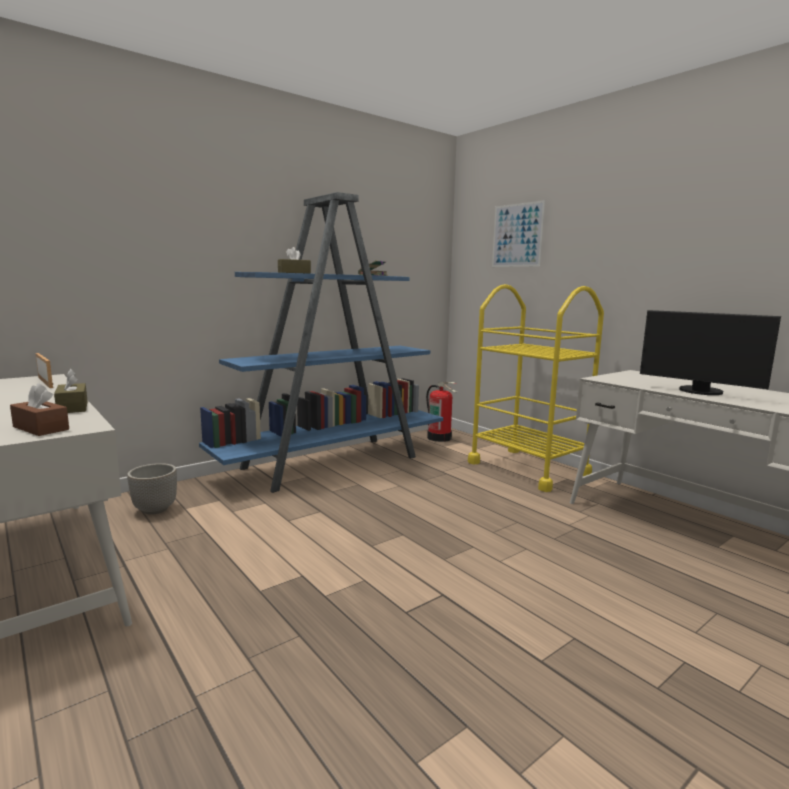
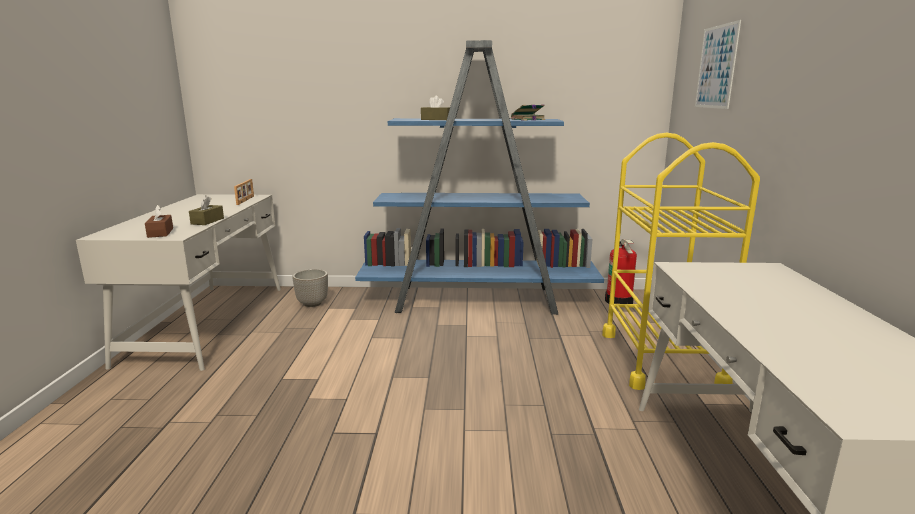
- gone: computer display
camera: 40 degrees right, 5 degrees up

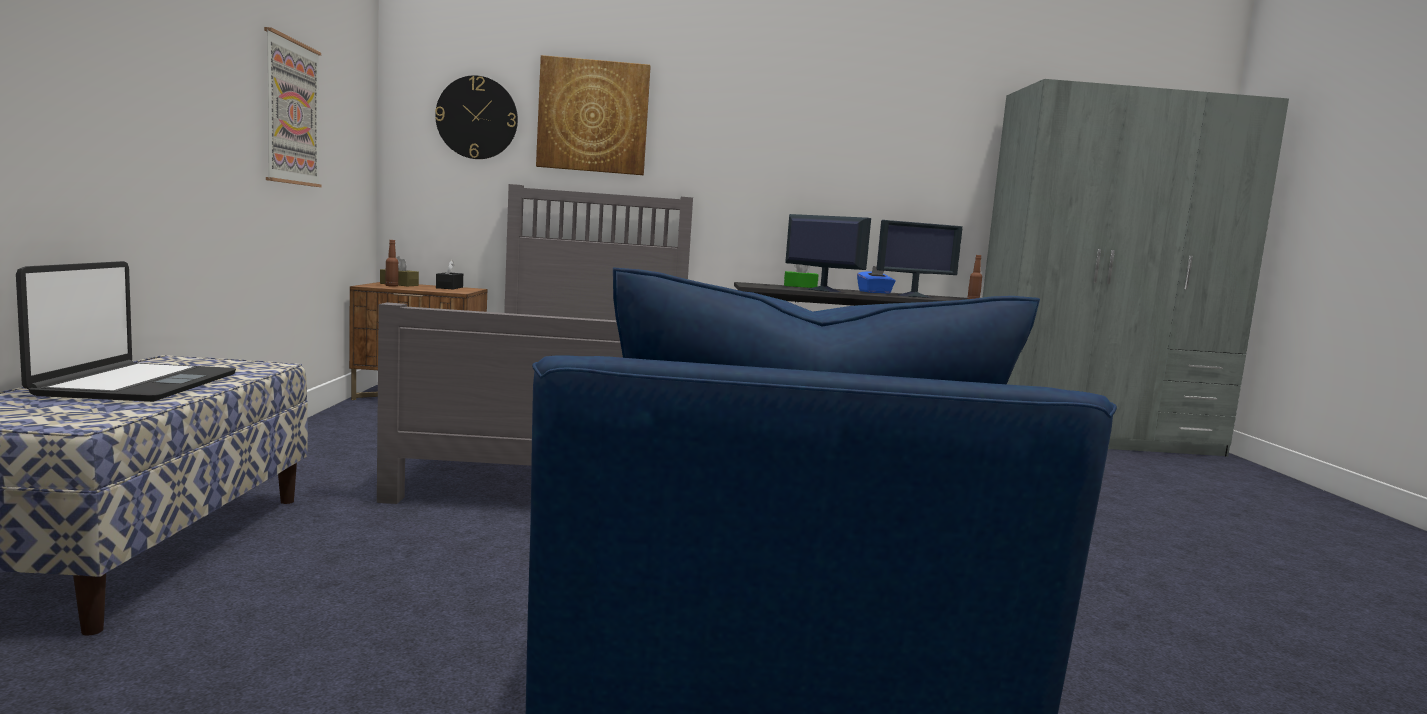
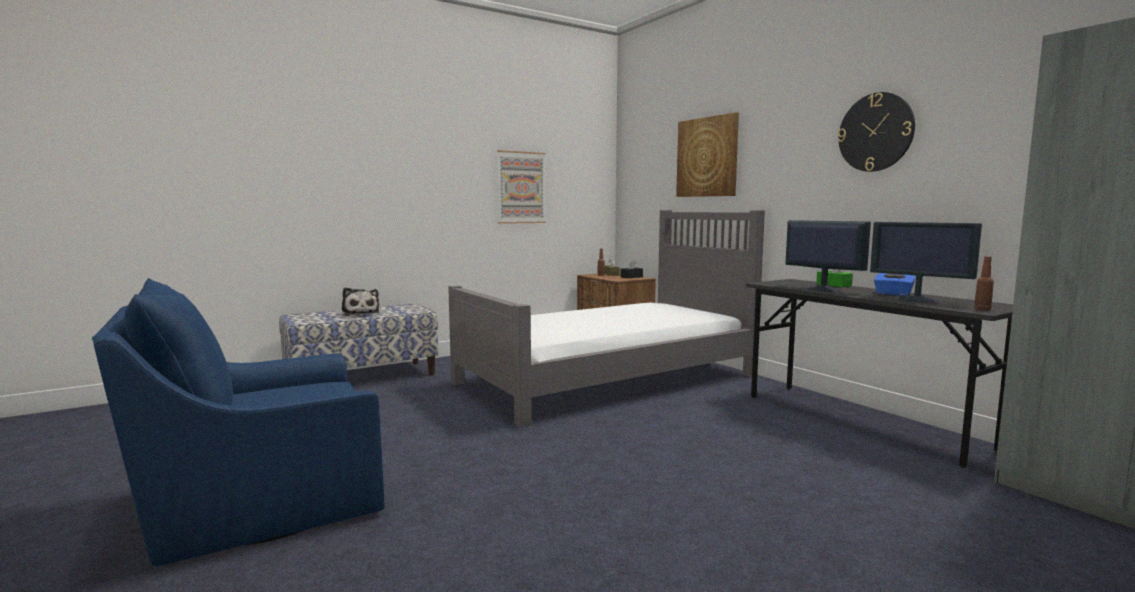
- shifted: hanging clock
- rotated: computer display (no. 1 from left) 45 degrees counterclockwise
- swapped: portable computer to soft toy
camera: 60 degrees right, 0 degrees up

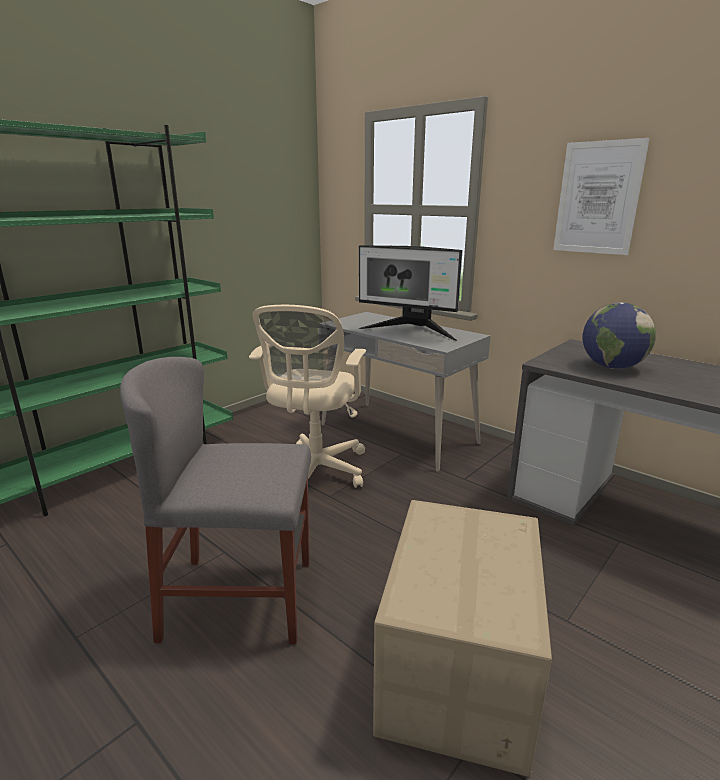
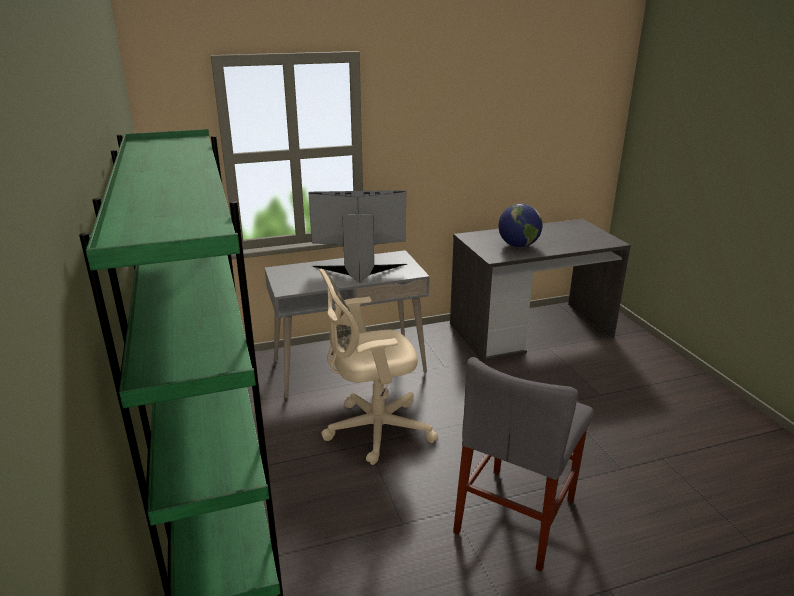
- gone: picture
- rotated: computer display 150 degrees counterclockwise
- rotated: beige-coloured computer chair 120 degrees clockwise
- gone: cardboard box
camera: 60 degrees left, 5 degrees up

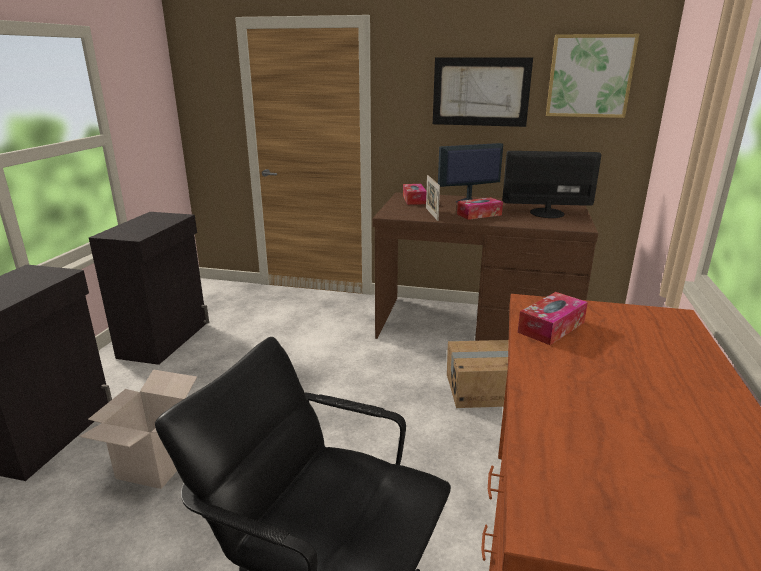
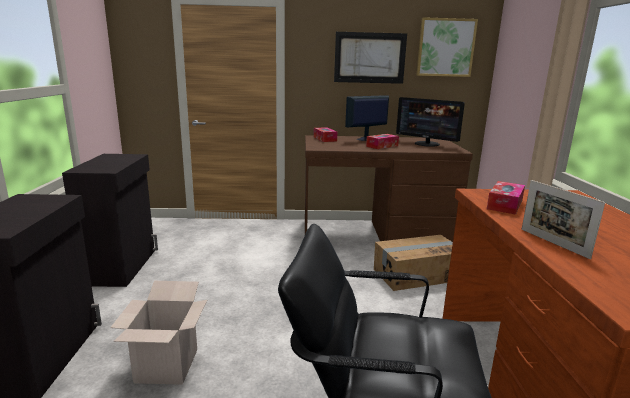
- rotated: computer display (no. 2 from left) 135 degrees counterclockwise
- shifted: standing frame
camera: 15 degrees left, 5 degrees down

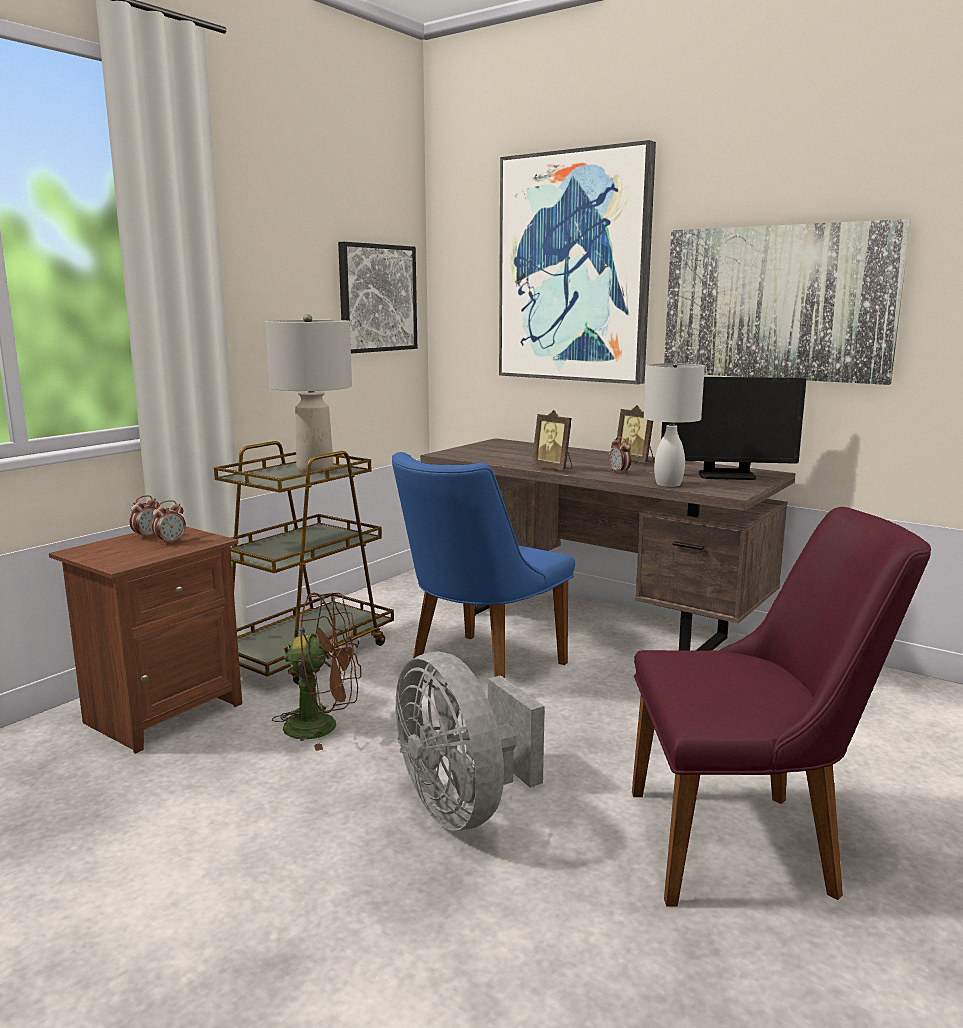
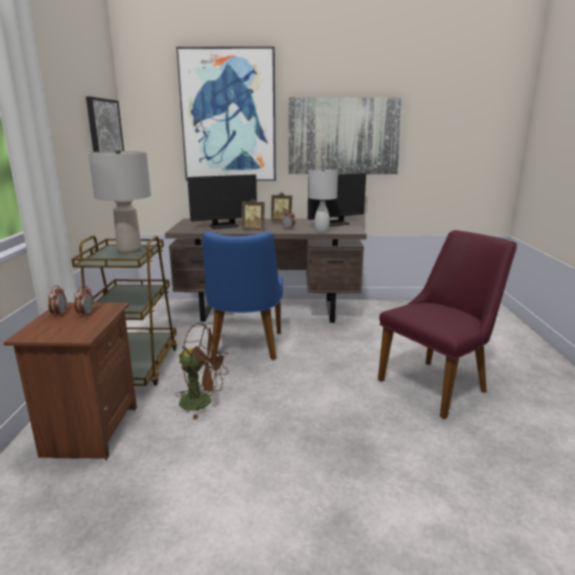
- rotated: brown cooling fan 45 degrees clockwise
- gone: greyish cooling fan
- new: computer display (no. 1 from left)
camera: 35 degrees left, 5 degrees up

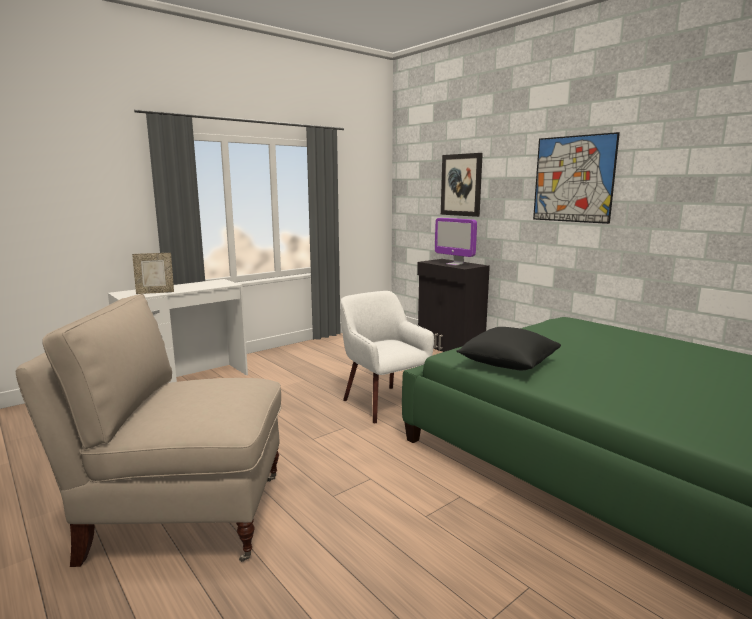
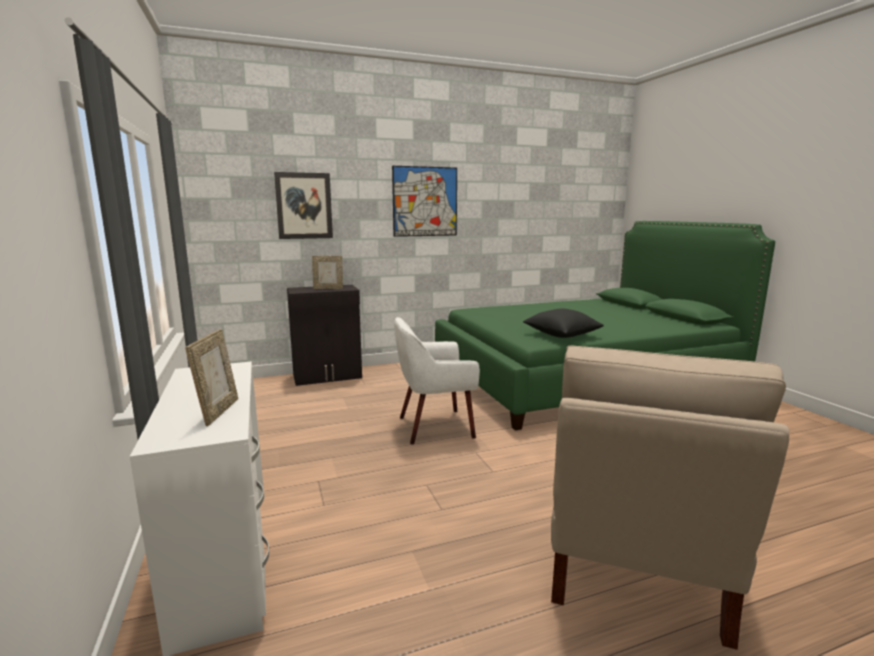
- swapped: computer display to standing frame (no. 2 from left)
camera: 70 degrees left, 0 degrees up

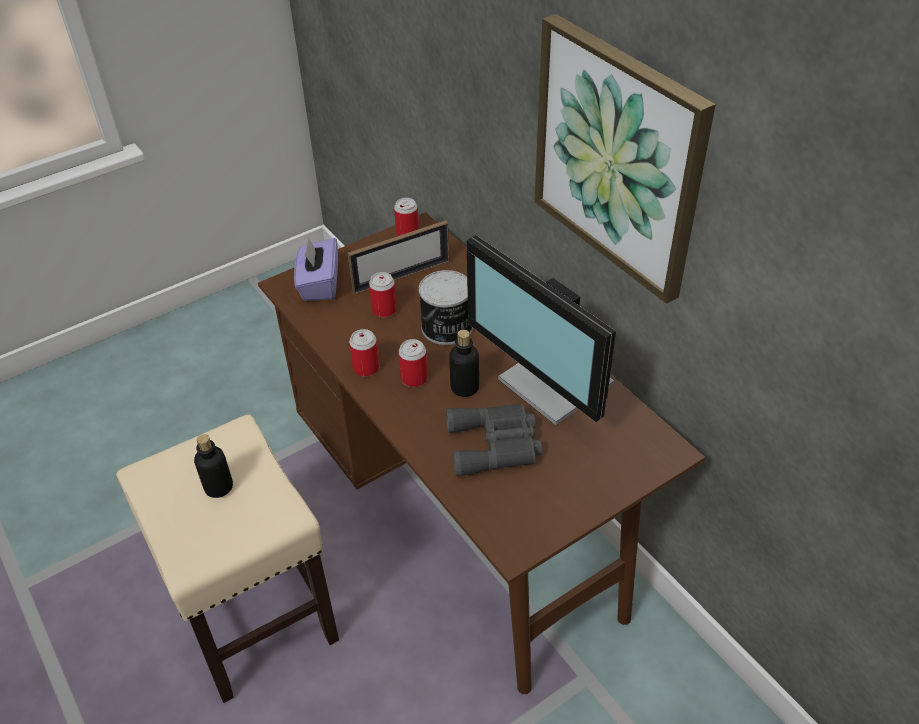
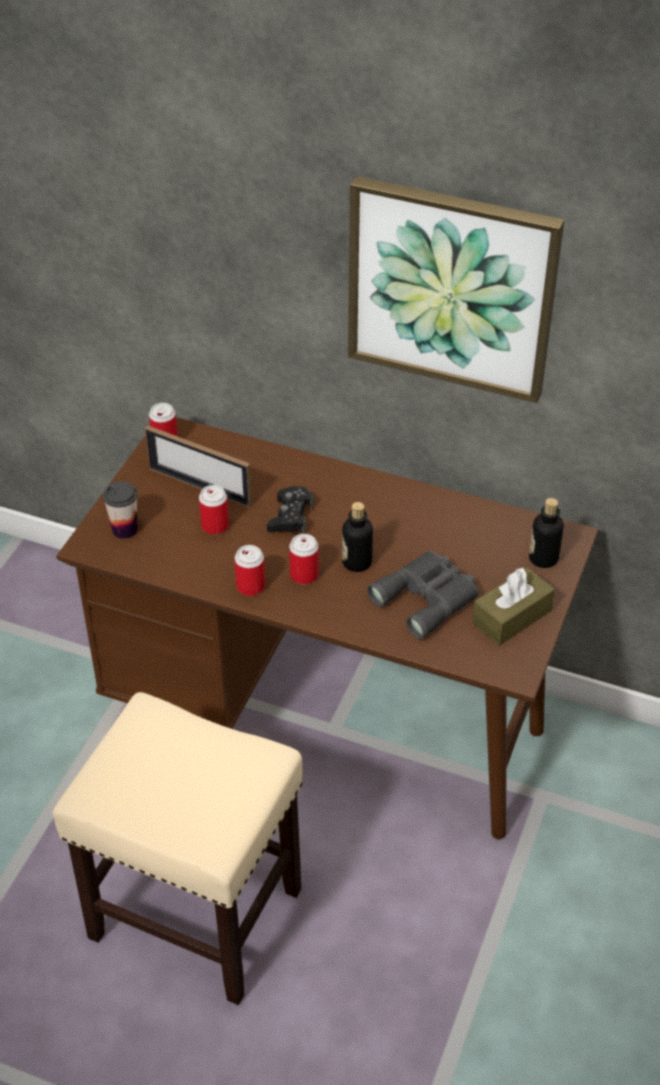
- rotated: standing frame 90 degrees clockwise
- gone: computer display
- swapped: purplish tissue box to drinking cup
- swapped: sealed can (no. 5 from left) to black-coloured joypad
- shifted: bottle (no. 1 from left in the first image) to bottle (no. 2 from left)
- new: brown tissue box
camera: 35 degrees left, 0 degrees up

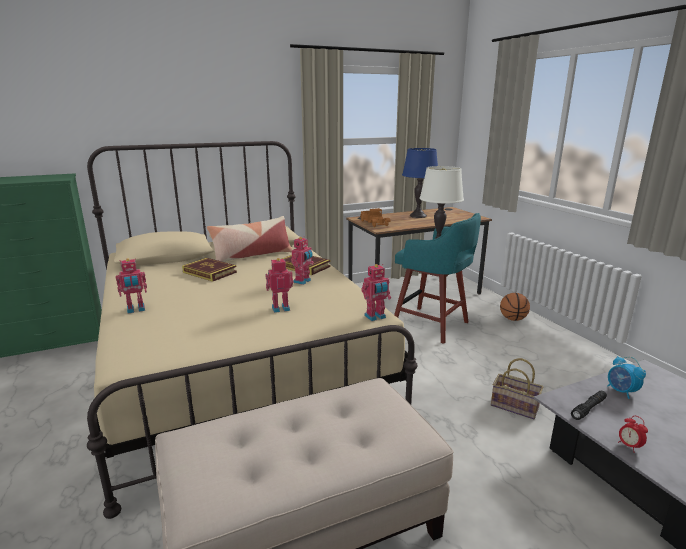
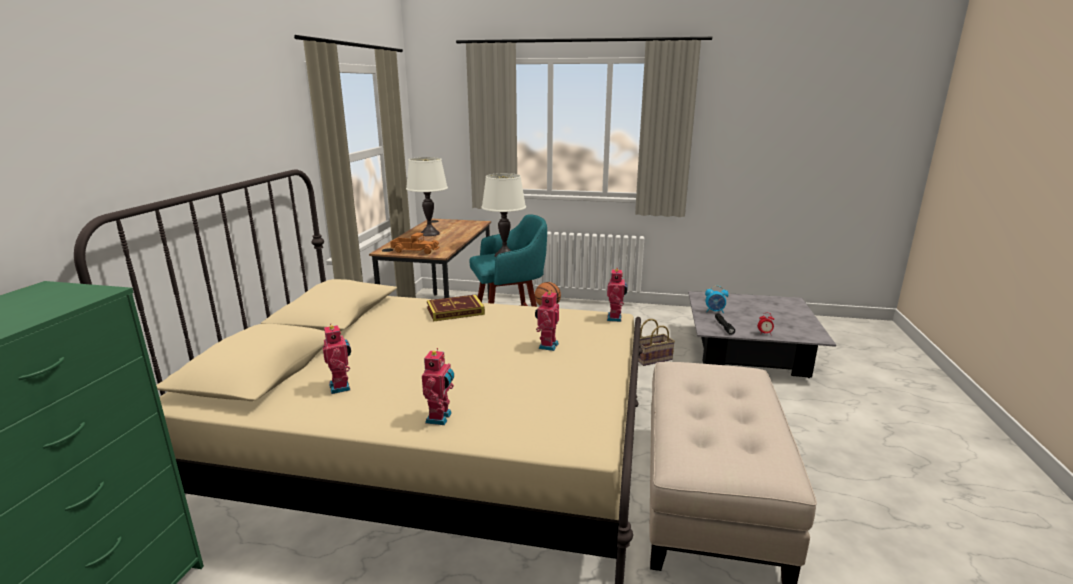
- repainted: blue-coloured table lamp to white table lamp (no. 1 from left)
- gone: cushion
- shifted: robot figure (no. 3 from left in the first image) to robot figure (no. 1 from left)
- gone: book (no. 1 from left)
camera: 55 degrees left, 0 degrees up

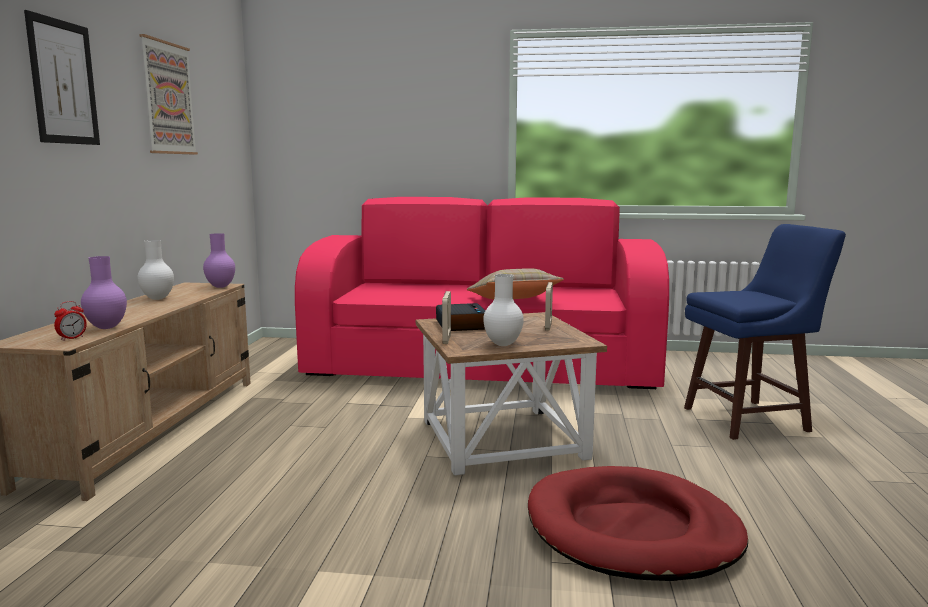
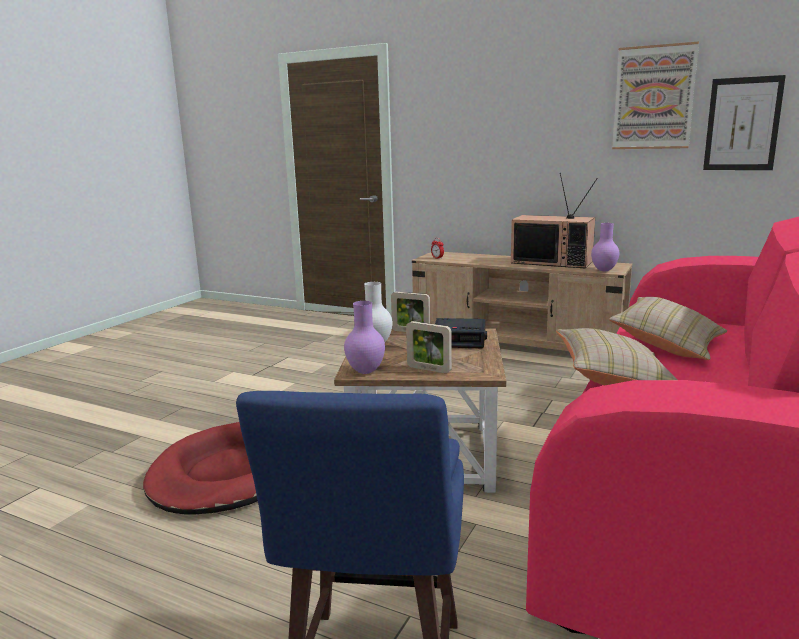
- shifted: picture (no. 1 from left in the first image) to picture (no. 2 from left)
- swapped: white flower vase (no. 1 from left) to TV
- shifted: purplish flower vase (no. 1 from left)
- new: beige-coloured cushion (no. 2 from left)
camera: 110 degrees right, 5 degrees up

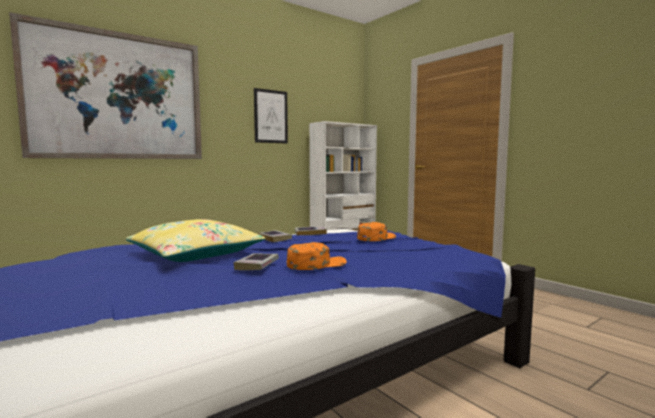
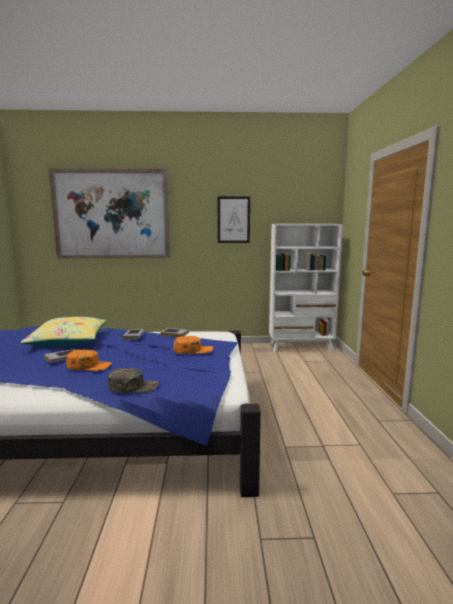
- new: green baseball cap
camera: 35 degrees right, 5 degrees up

